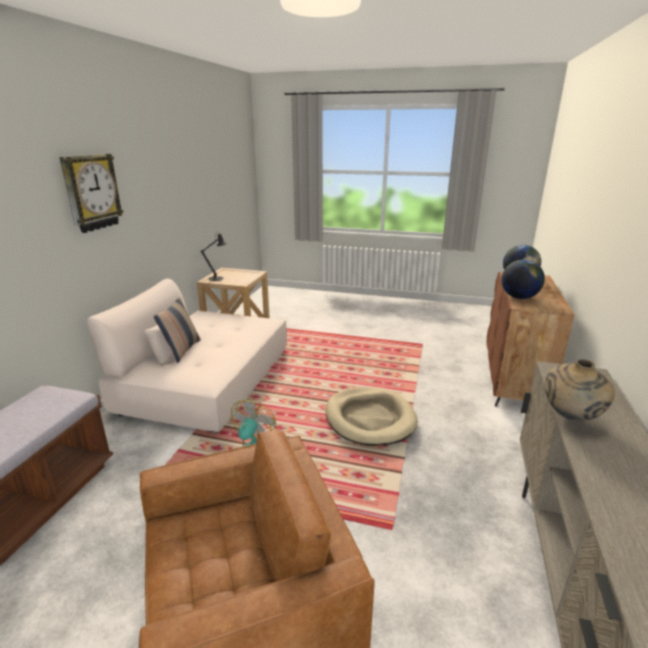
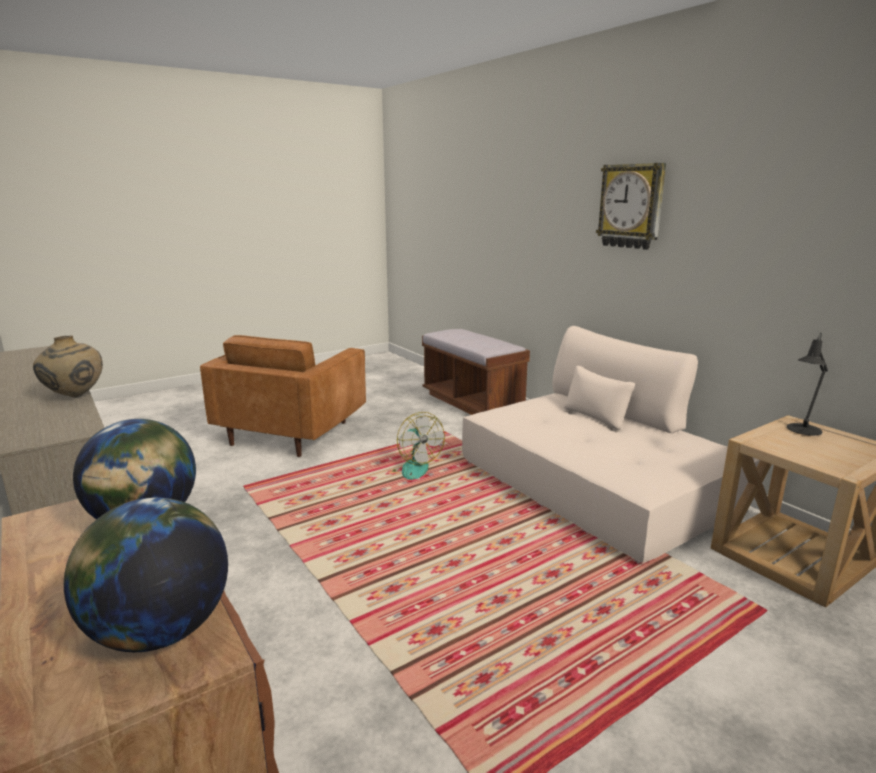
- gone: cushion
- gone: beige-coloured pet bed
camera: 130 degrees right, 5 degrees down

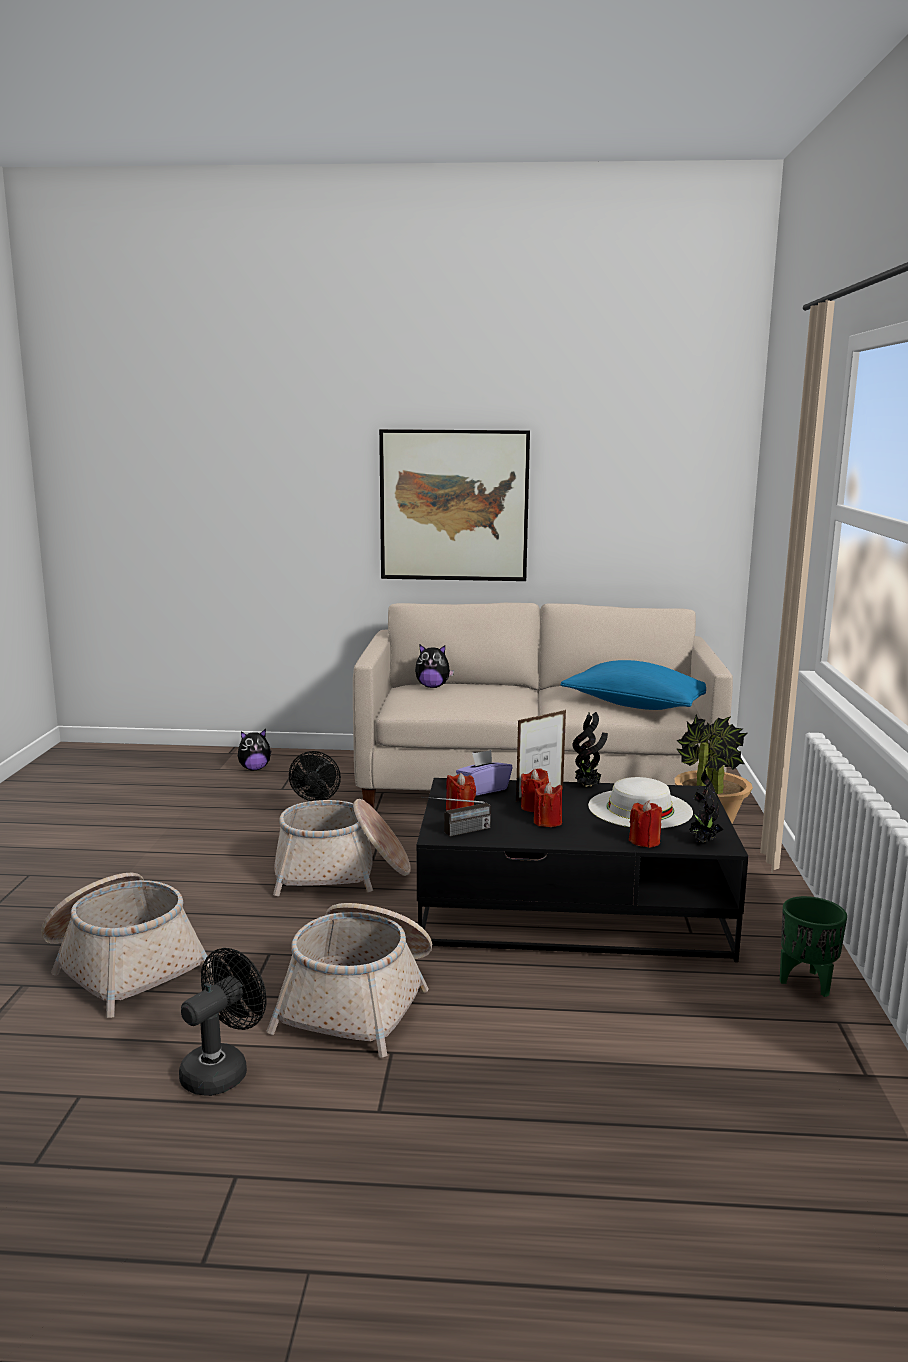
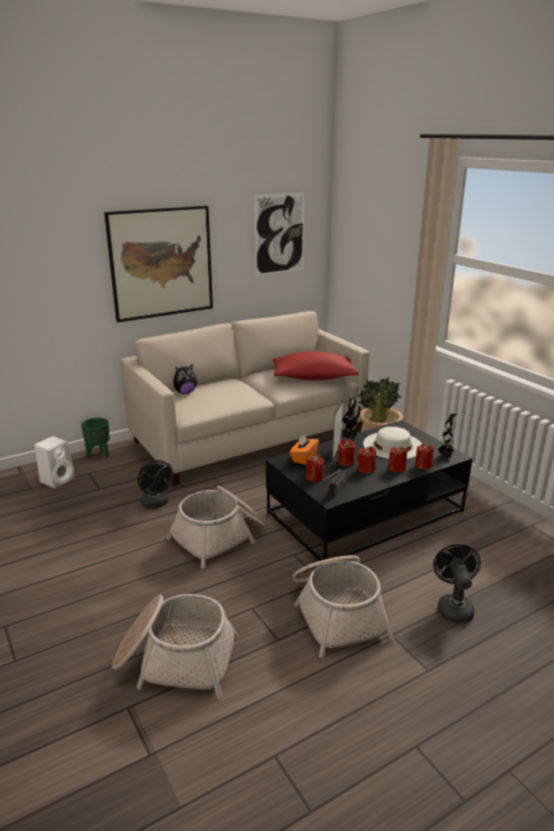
- repainted: blue-coloured cushion to red cushion
- swapped: soft toy (no. 1 from left) to white speaker
- repainted: purplish tissue box to orangey tissue box
- shifted: green planter
- shifted: black-coloured cooling fan (no. 1 from left in the first image) to black-coloured cooling fan (no. 2 from left)
- new: picture (no. 2 from left)
- new: red wax light (no. 4 from left)
camera: 35 degrees left, 10 degrees up

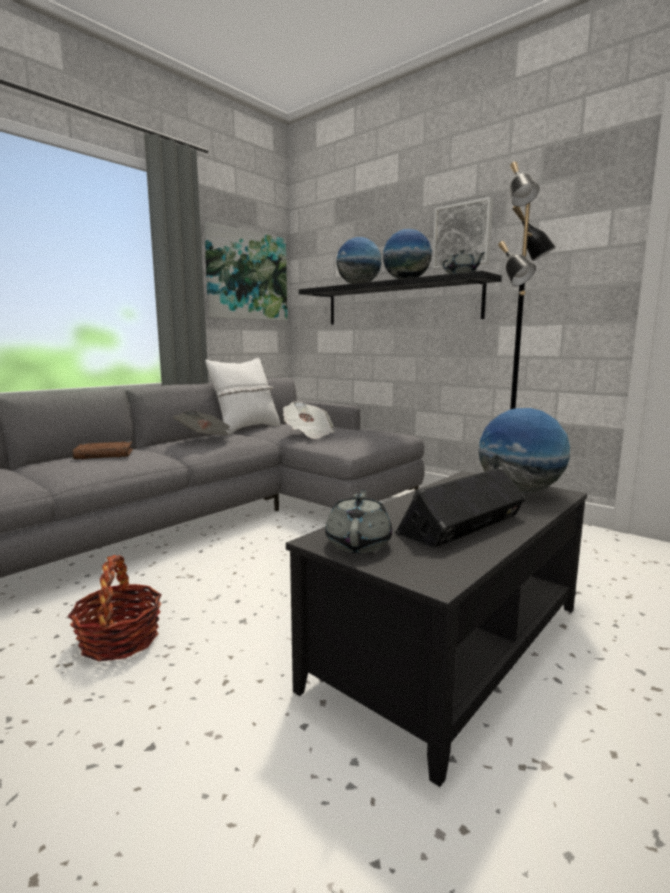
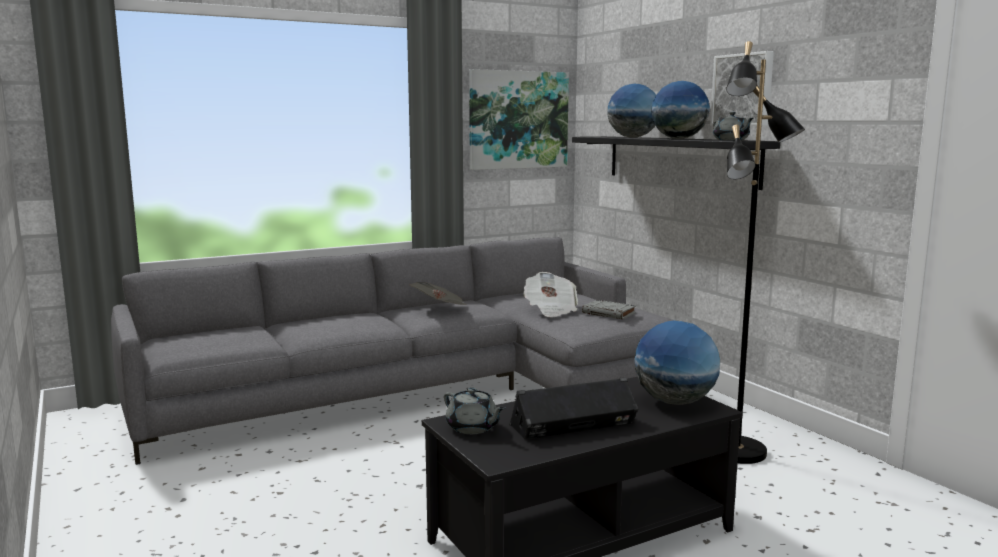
- gone: white cushion
- gone: brown book
- rotated: greyish teapot (no. 1 from left) 105 degrees clockwise
- gone: household basket
- new: greyish book
camera: 20 degrees right, 0 degrees up

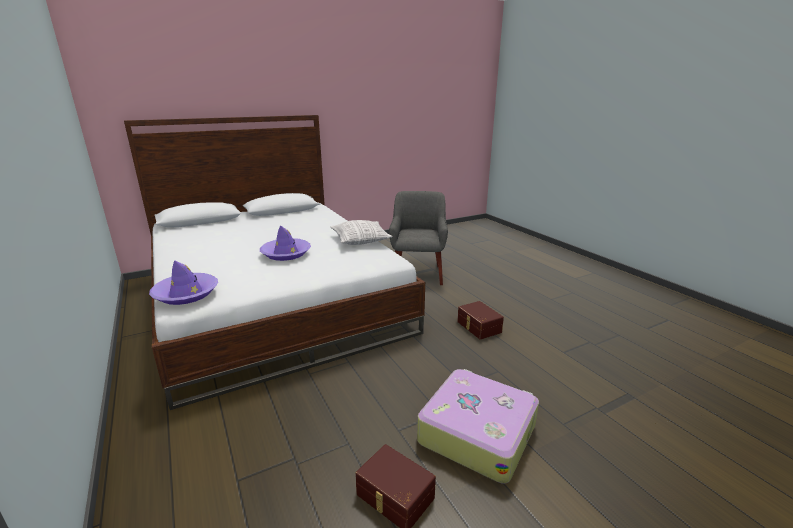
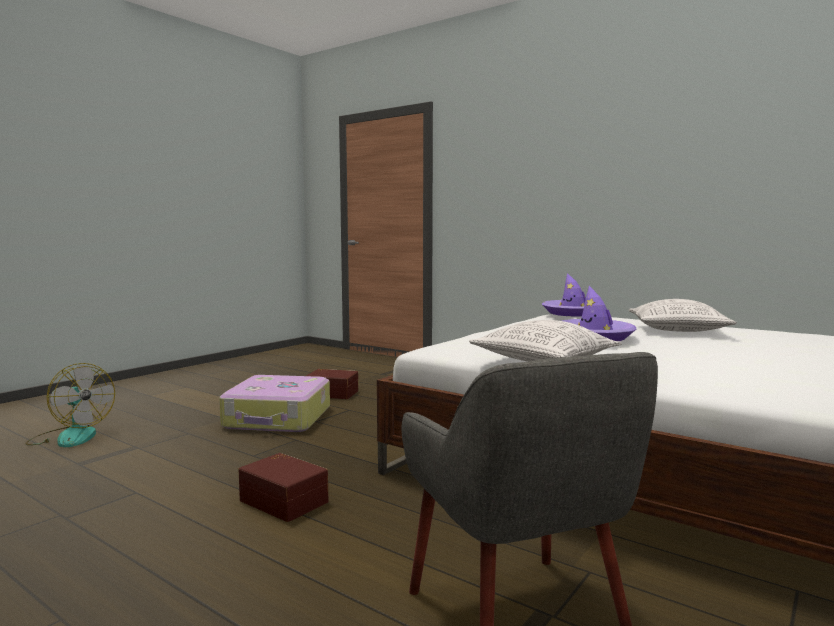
- new: cushion (no. 2 from left)
- new: cooling fan
camera: 155 degrees right, 15 degrees down

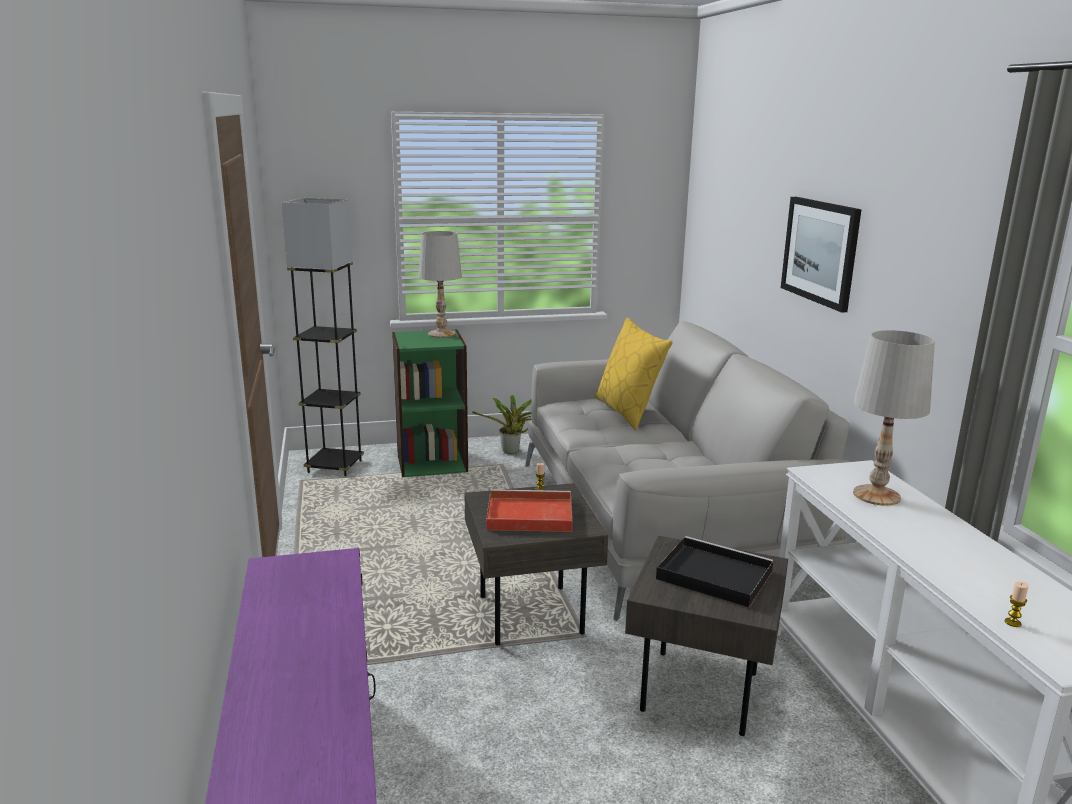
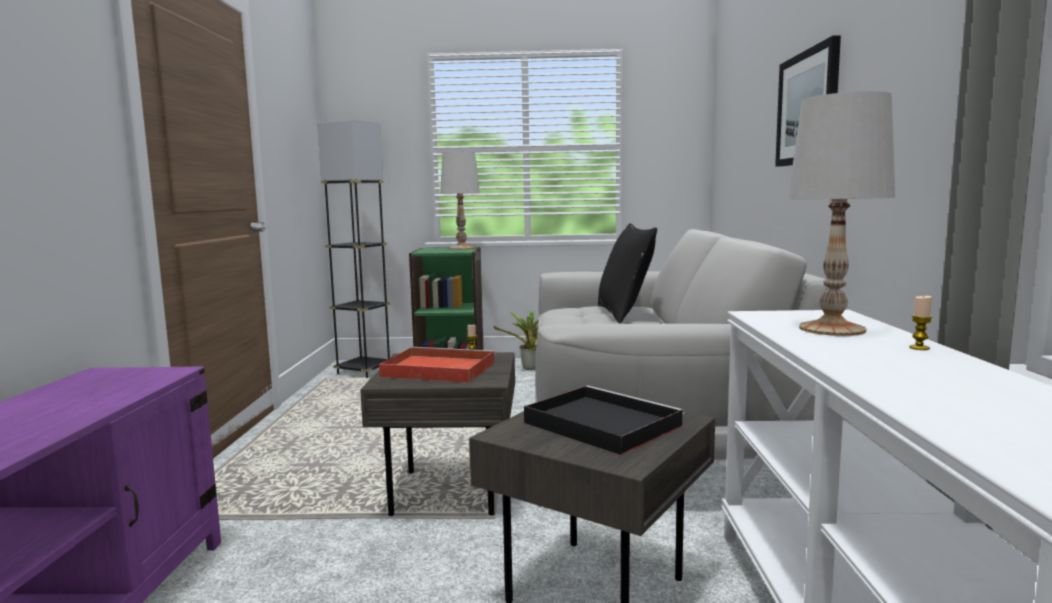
- repainted: yellow cushion to black-coloured cushion
- shifted: wax light (no. 2 from left)
camera: 15 degrees right, 10 degrees down

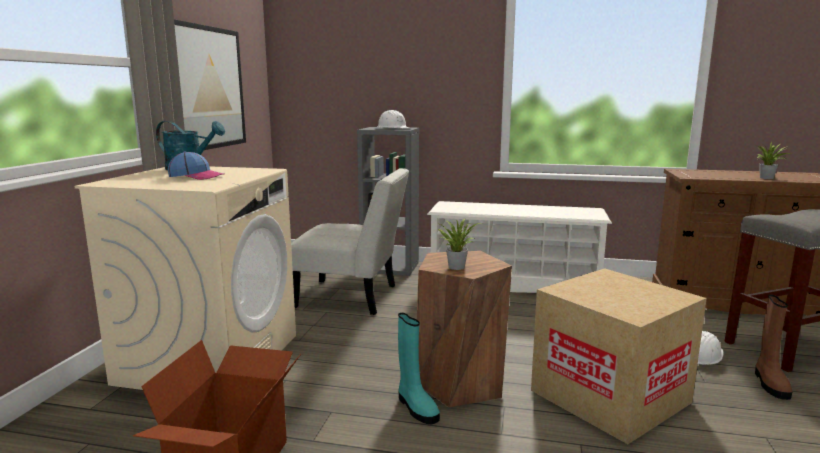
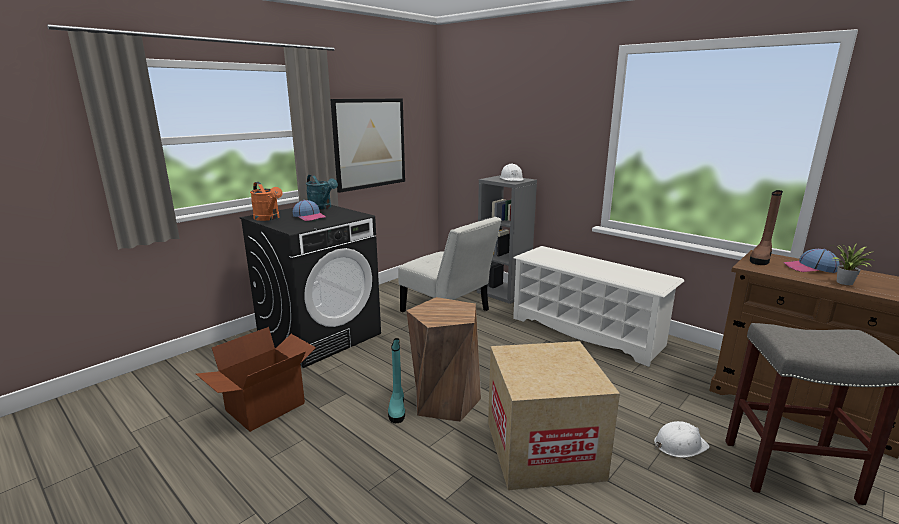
- repainted: beige-coloured washing machine to black-coloured washing machine
- gone: plant in a pot (no. 1 from left)
- shifted: brown tall boot
- new: orangey sprinkling can
- new: baseball cap (no. 2 from left)
camera: 30 degrees right, 5 degrees up

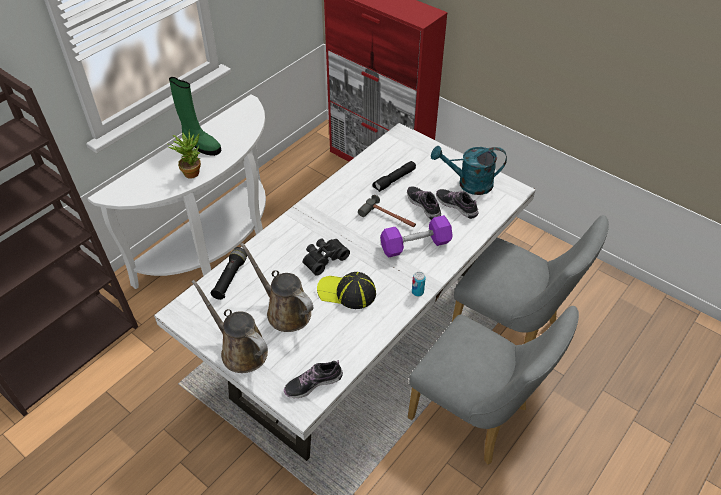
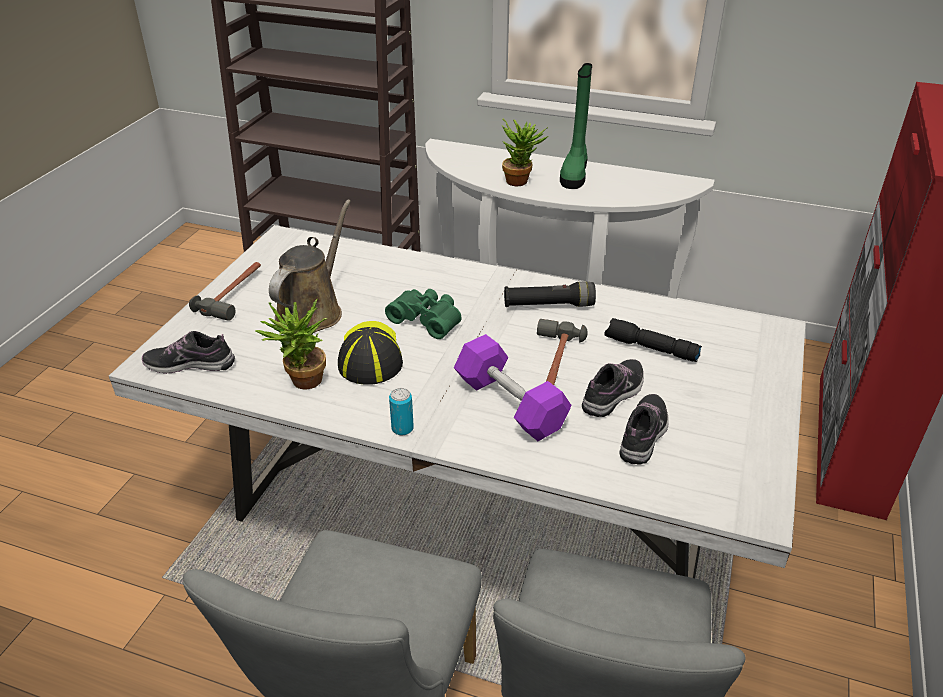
- gone: turquoise-coloured sprinkling can
- repainted: black-coloured field glasses to green field glasses
- shifted: black-coloured torch (no. 1 from left)
- swapped: brown sprinkling can (no. 1 from left) to hammer (no. 1 from left)
- rotated: item of footwear (no. 1 from left) 45 degrees counterclockwise
- new: plant in a pot (no. 1 from left)
camera: 70 degrees right, 10 degrees down

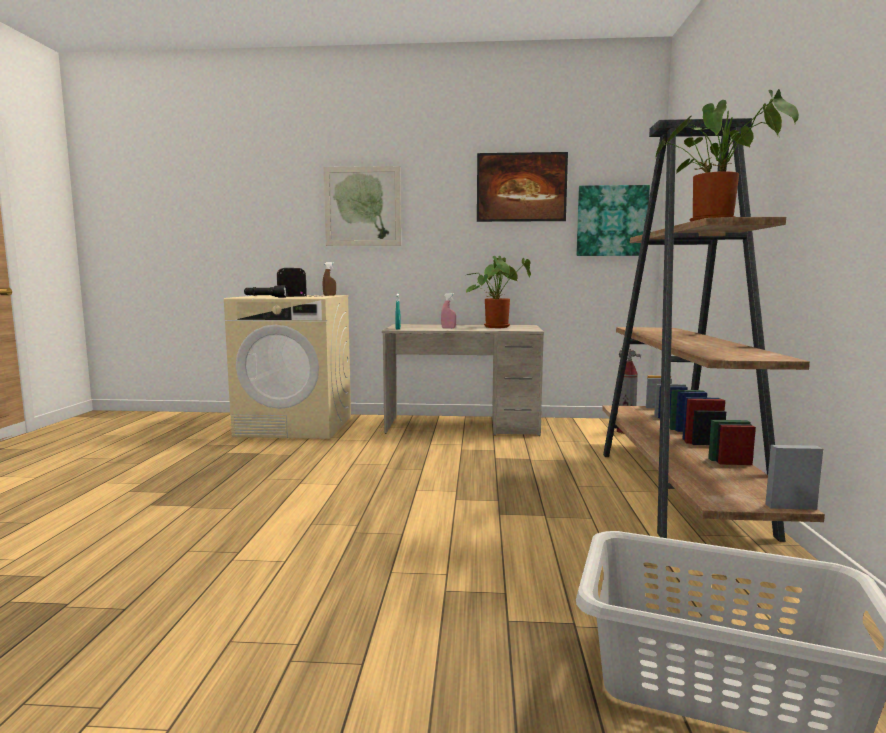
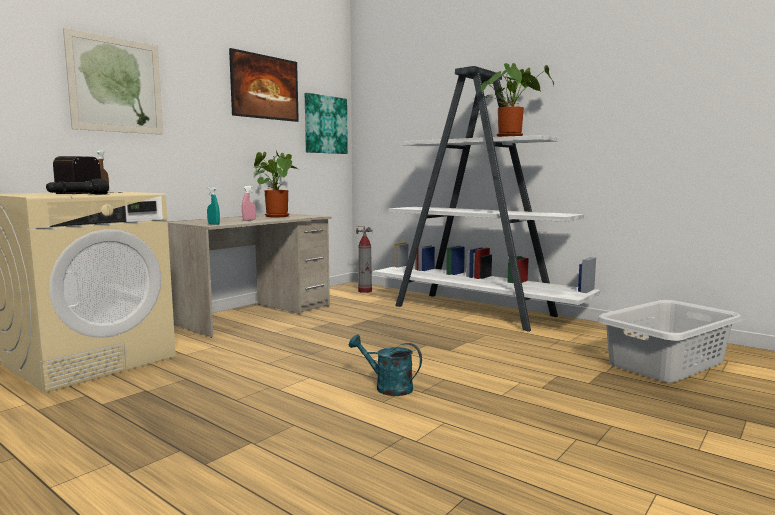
- repainted: brown shelving unit to white shelving unit
- new: turquoise-coloured sprinkling can
camera: 55 degrees left, 0 degrees up

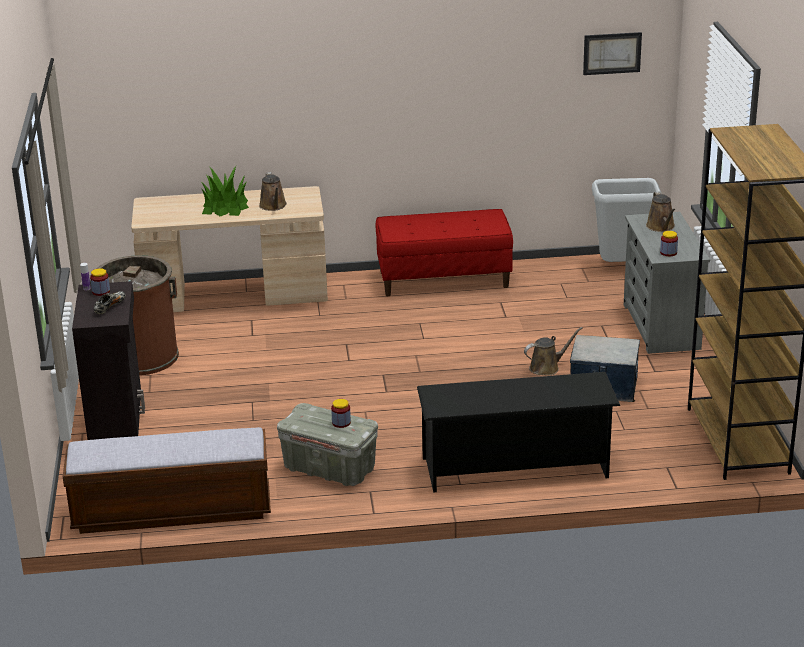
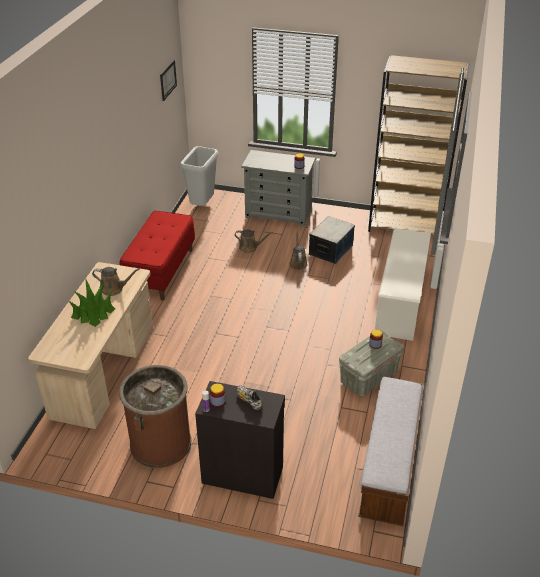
- shifted: brown sprinkling can (no. 3 from left in the first image) to brown sprinkling can (no. 2 from left)
- repainted: black-coloured shoe rack to white shoe rack
camera: 70 degrees left, 10 degrees up

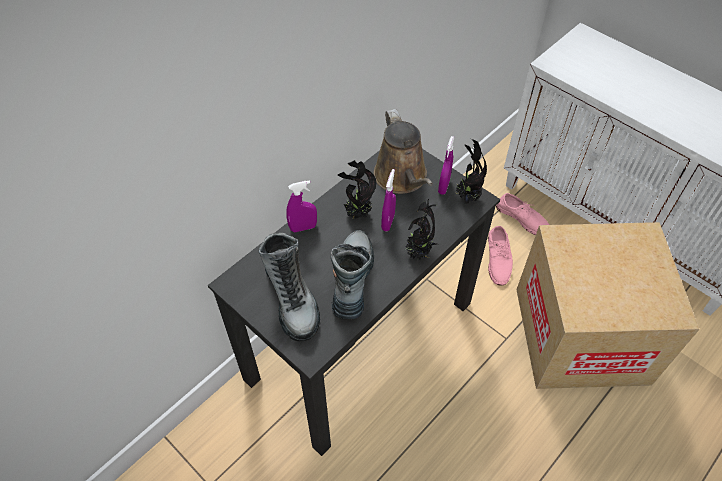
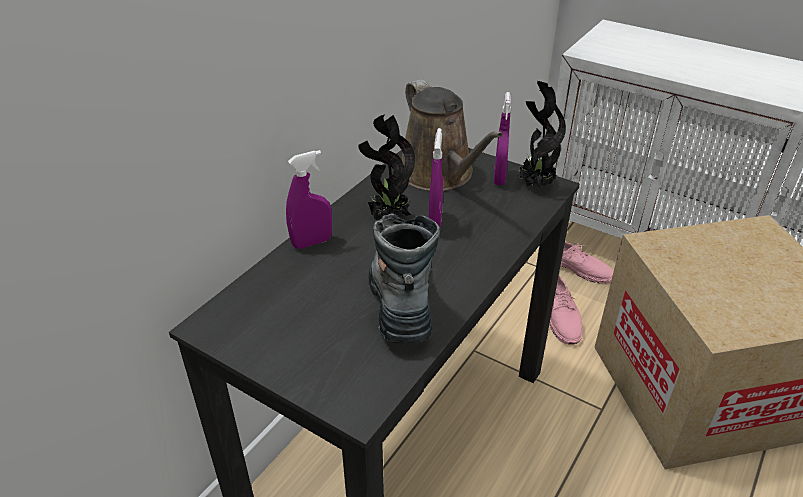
- gone: plant in a pot (no. 2 from left)
- gone: tall boot (no. 1 from left)
camera: 10 degrees left, 15 degrees down

